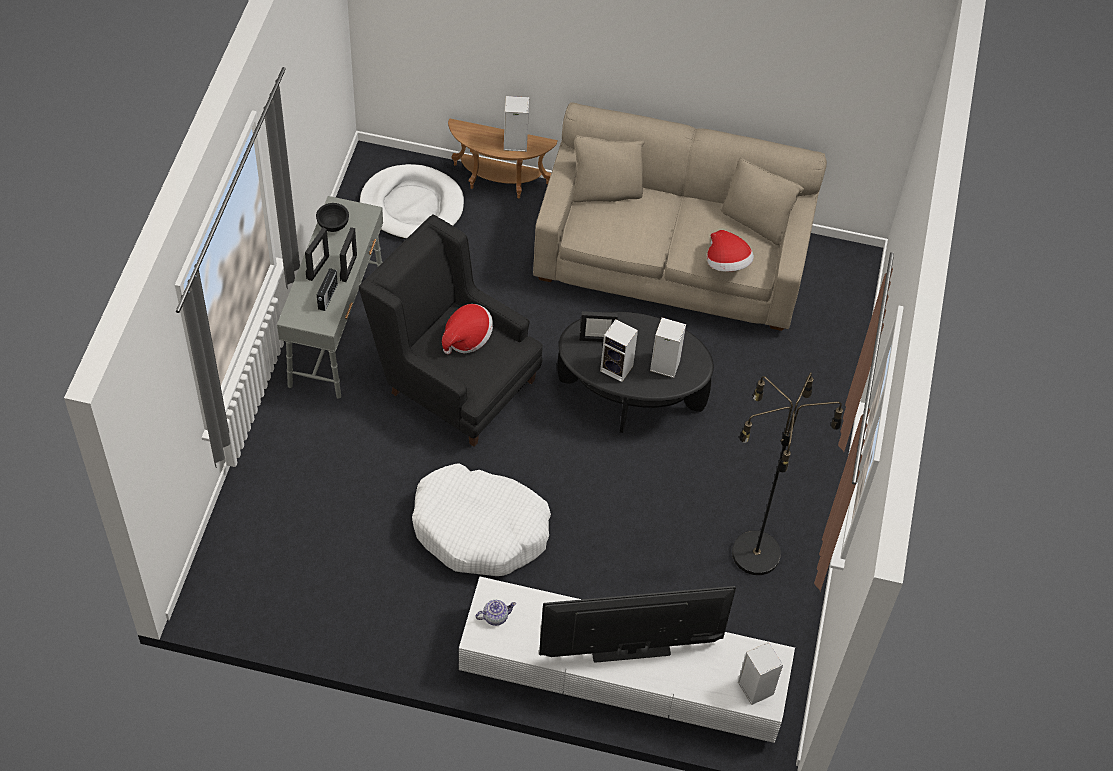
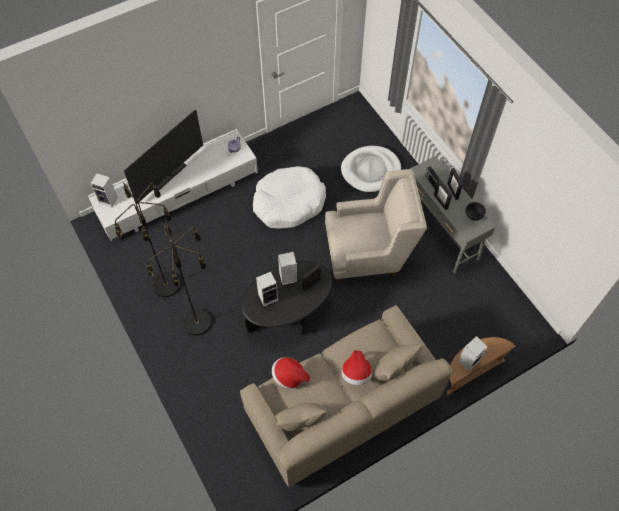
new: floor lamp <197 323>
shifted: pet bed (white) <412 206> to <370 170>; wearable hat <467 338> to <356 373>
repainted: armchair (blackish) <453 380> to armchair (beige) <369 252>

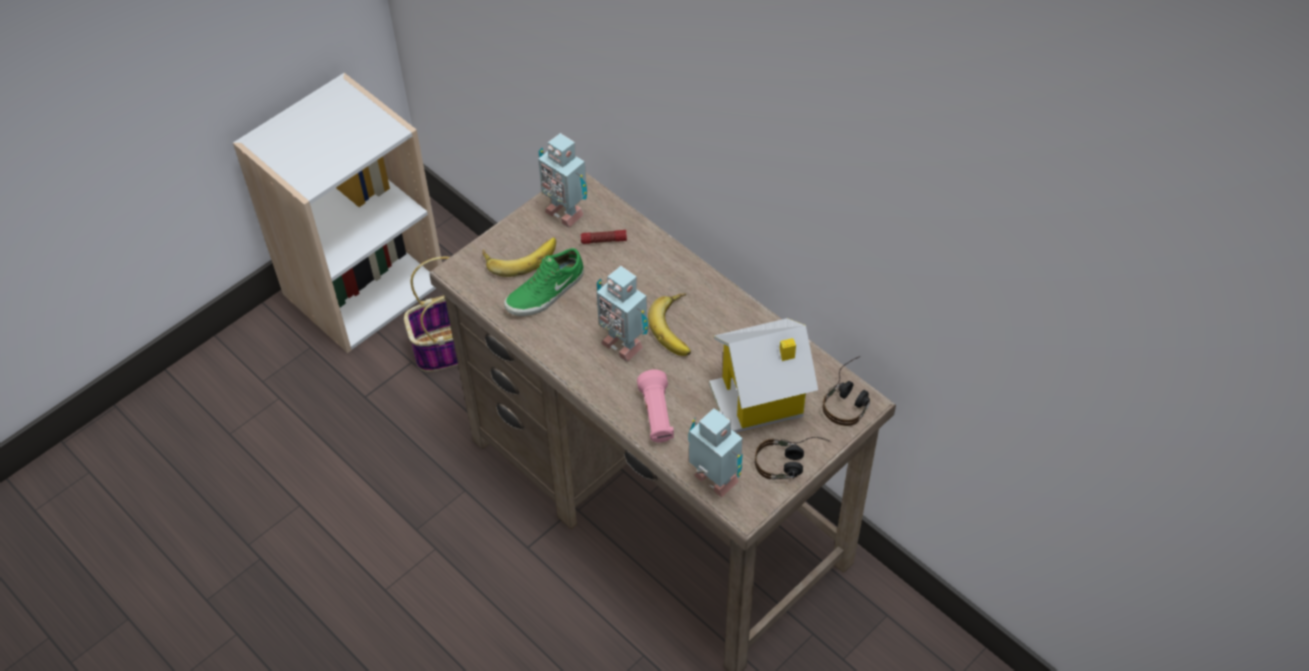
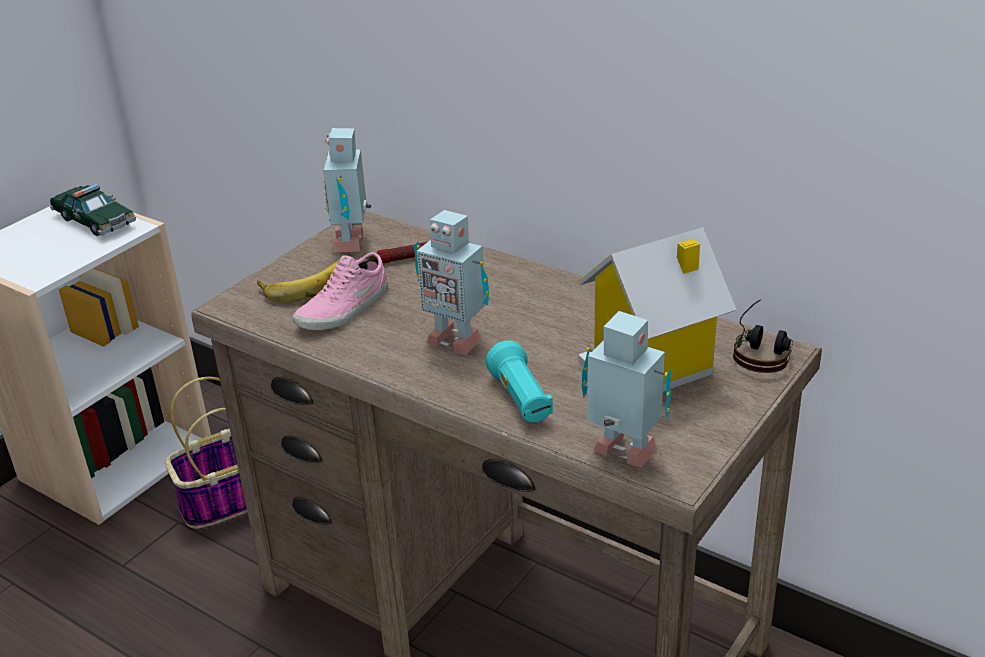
gone: banana fruit <677 328>; pair of headphones <792 462>
new: model car <94 221>
repainted: low shoe (green-coloured) <546 292> to low shoe (pink) <344 309>; flashlight (pink) <656 416> to flashlight (turquoise) <521 400>
rotated: model robot <565 211> = <353 242> 60 degrees clockwise

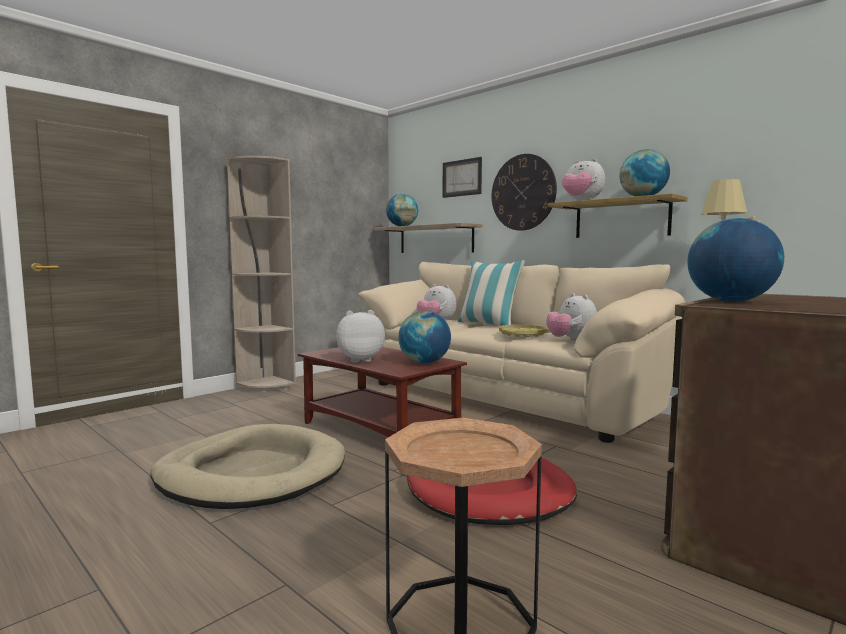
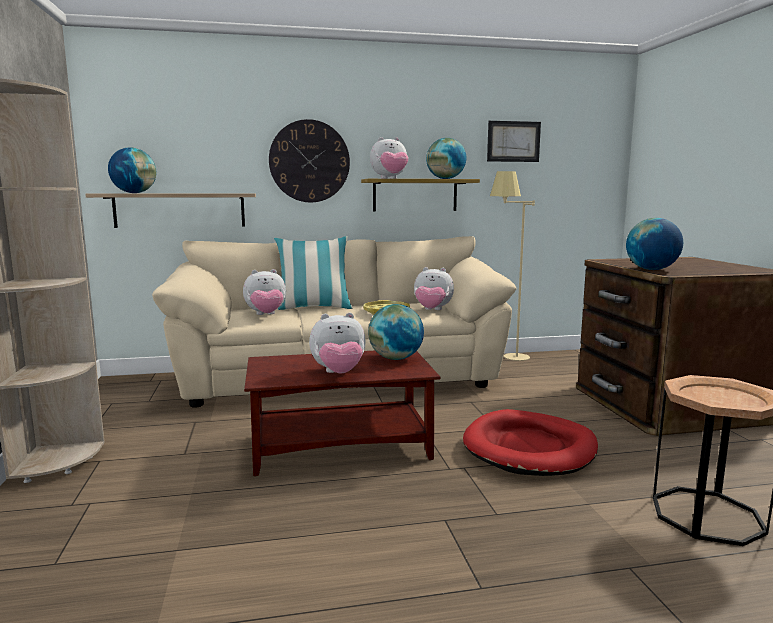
gone: pet bed (beige) <252 473>
shifted: wall picture <462 178> to <513 141>
rotated: soft toy <359 360> = <339 373> 120 degrees counterclockwise

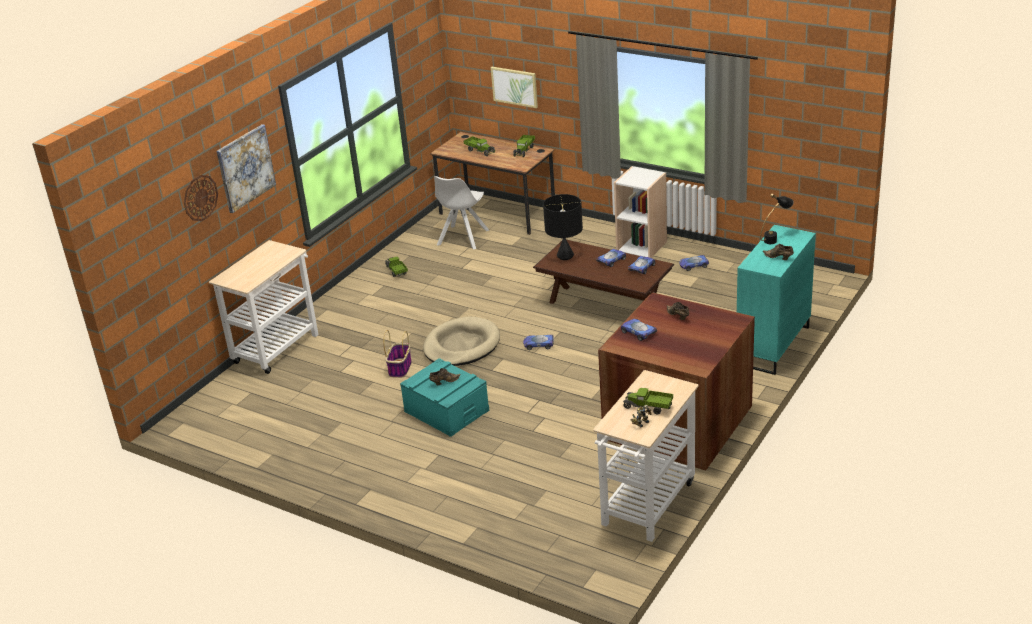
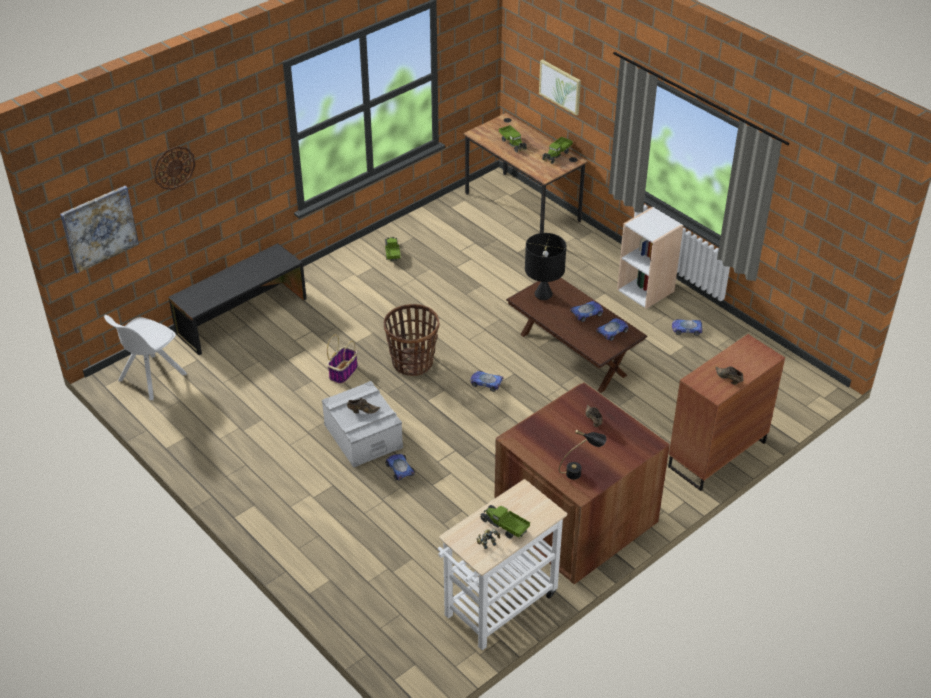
shifted: wall picture <245 168> to <99 228>; plain chair (white) <462 238> to <151 378>; model car <638 332> to <400 469>; lamp for a table (blackish) <775 239> to <580 472>
swapped: wheeled cart (white) <277 349> to long seat (blackish) <242 315>; pet bed (beige) <461 345> to household basket <412 362>
repainted: storage box (turquoise) <446 411> to storage box (grey) <363 436>; chest of drawers (turquoise) <774 346> to chest of drawers (brown-coloured) <717 455>

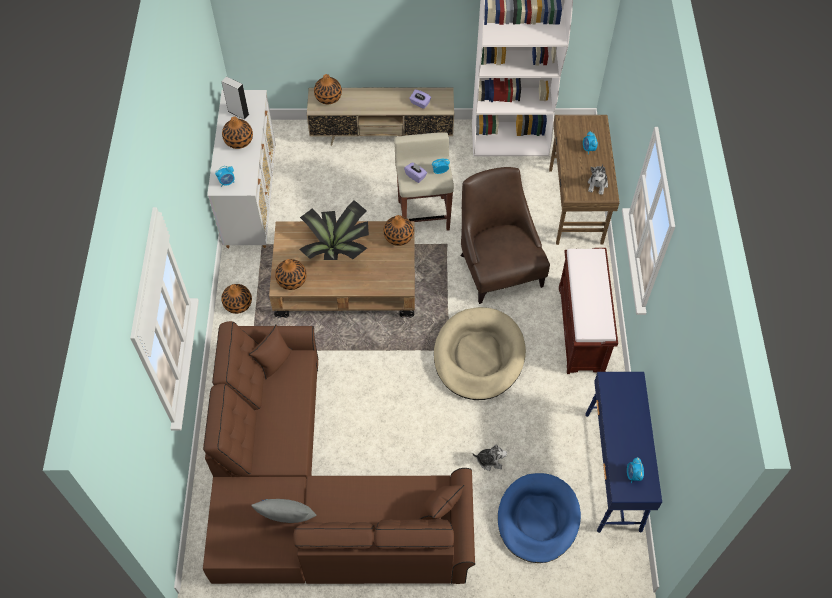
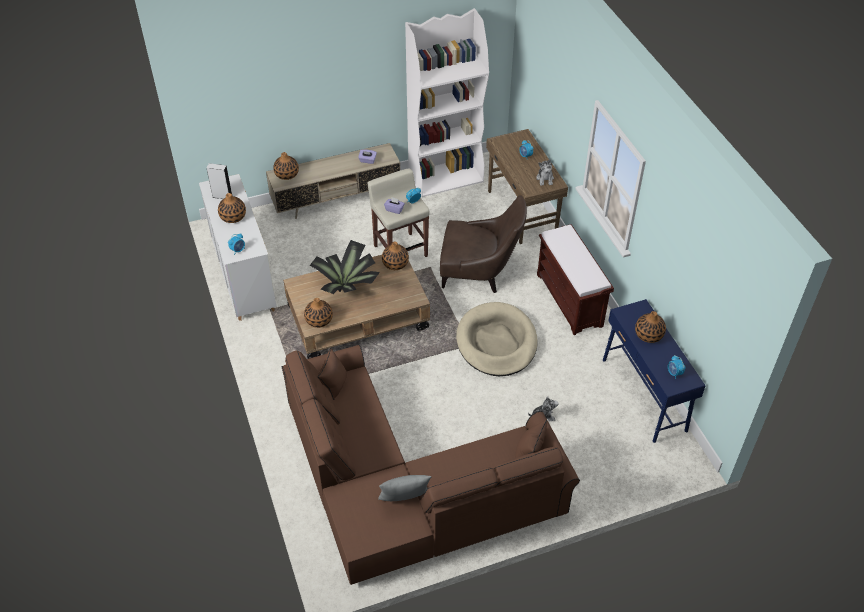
gone: pet bed (blue-coloured) <538 519>
shifted: decorative vase <238 304> to <649 334>
rotated: armchair (brown-coloured) <498 263> = <479 270> 135 degrees clockwise

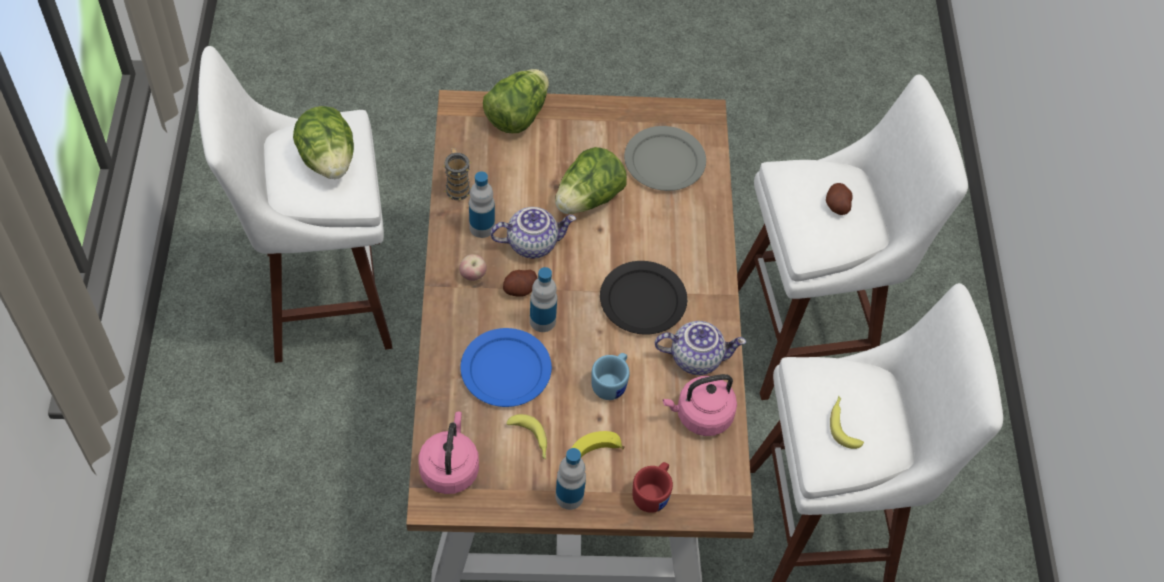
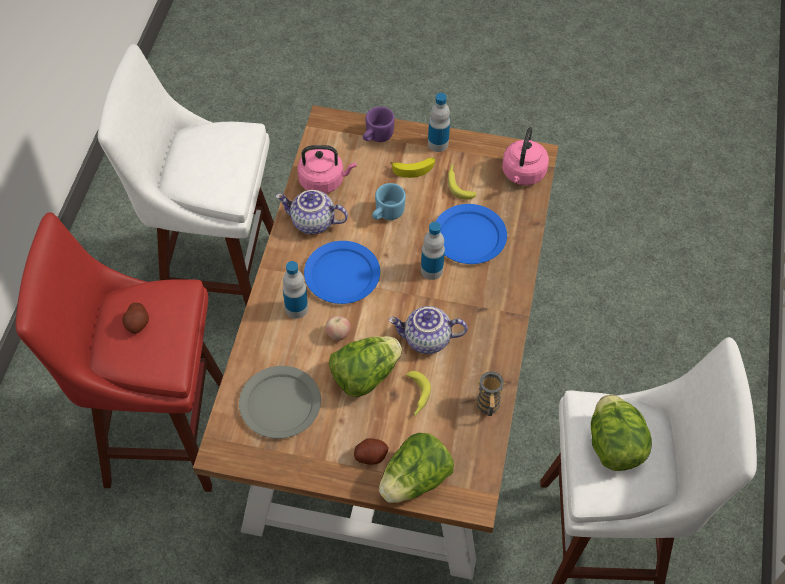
shifted: apple fruit <473 275> to <338 334>; bottle <482 227> to <296 308>; spud <520 289> to <371 456>; banana fruit <843 424> to <416 396>
repainted: dinner plate (blackish) <643 300> to dinner plate (blue-coloured) <341 275>; mug (red-coloured) <653 493> to mug (purple-coloured) <376 137>; sitting stool (white) <808 335> to sitting stool (red-coloured) <159 431>

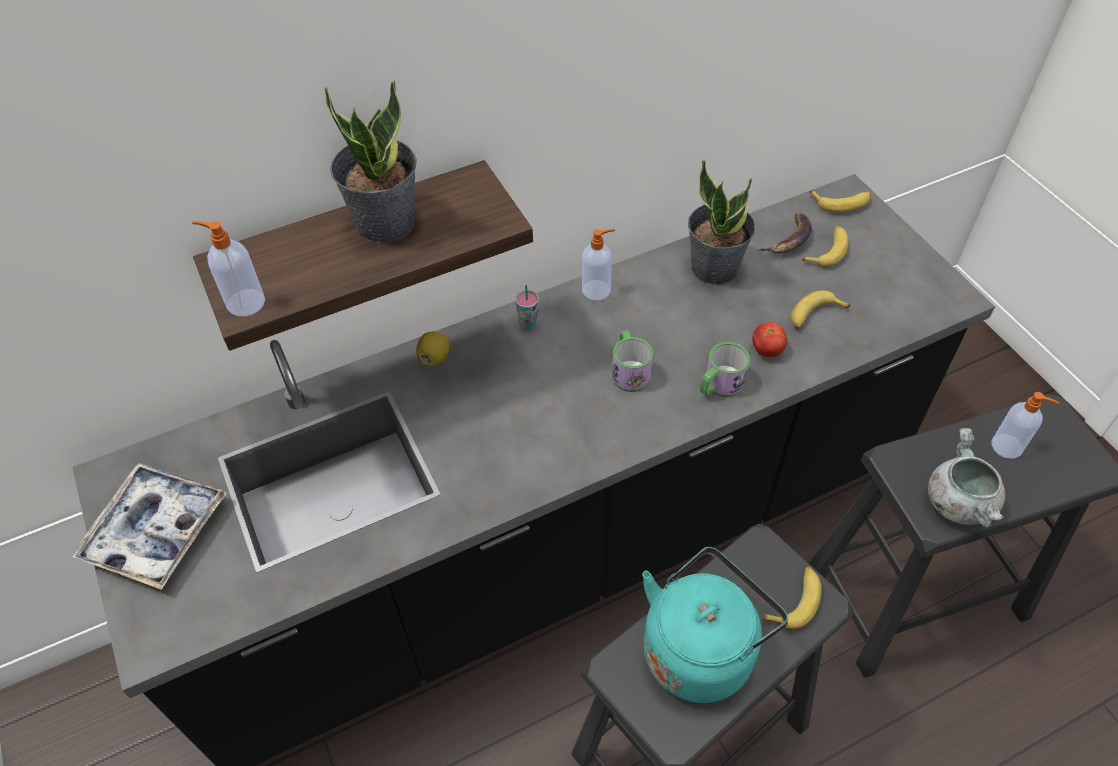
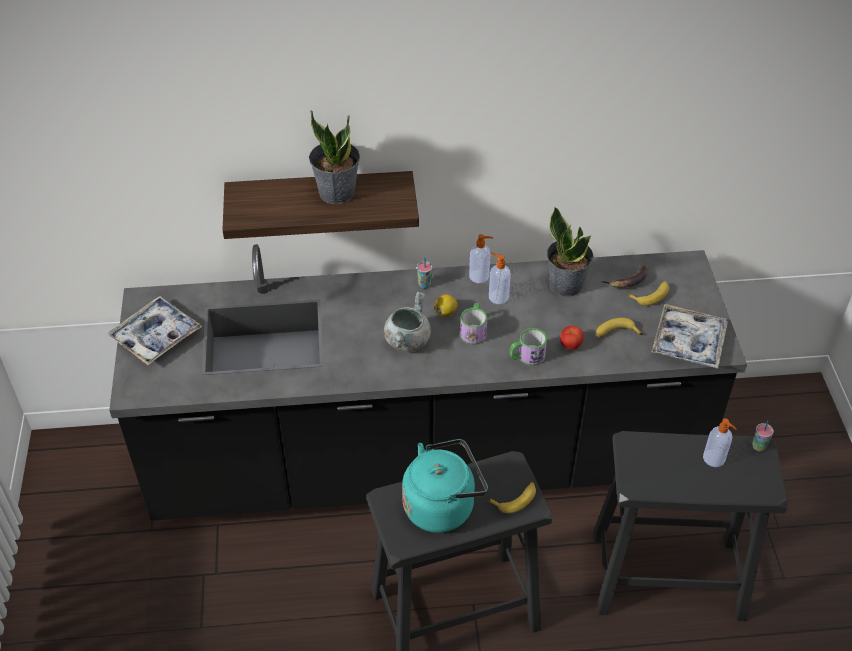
gone: banana fruit <841 203>
new: carrying tray <688 342>; drinking cup <758 446>
shifted: liquid soap bottle <244 303> to <497 297>; lemon <434 357> to <445 312>; saucepot (grey) <958 502> to <407 340>

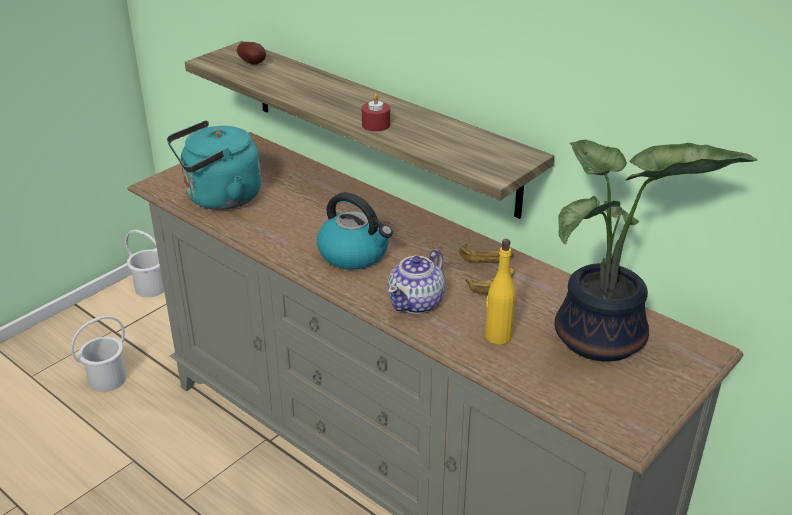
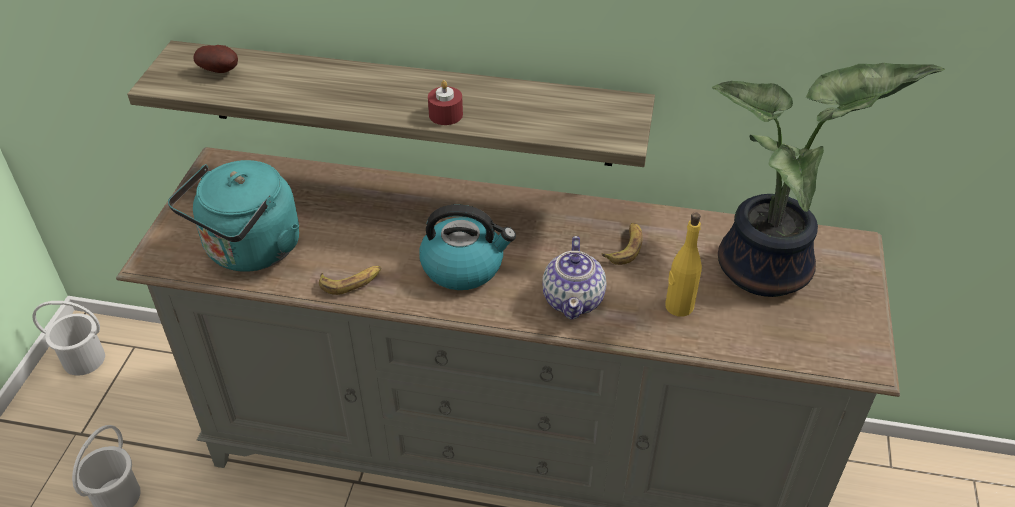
shifted: banana fruit <486 258> to <351 282>

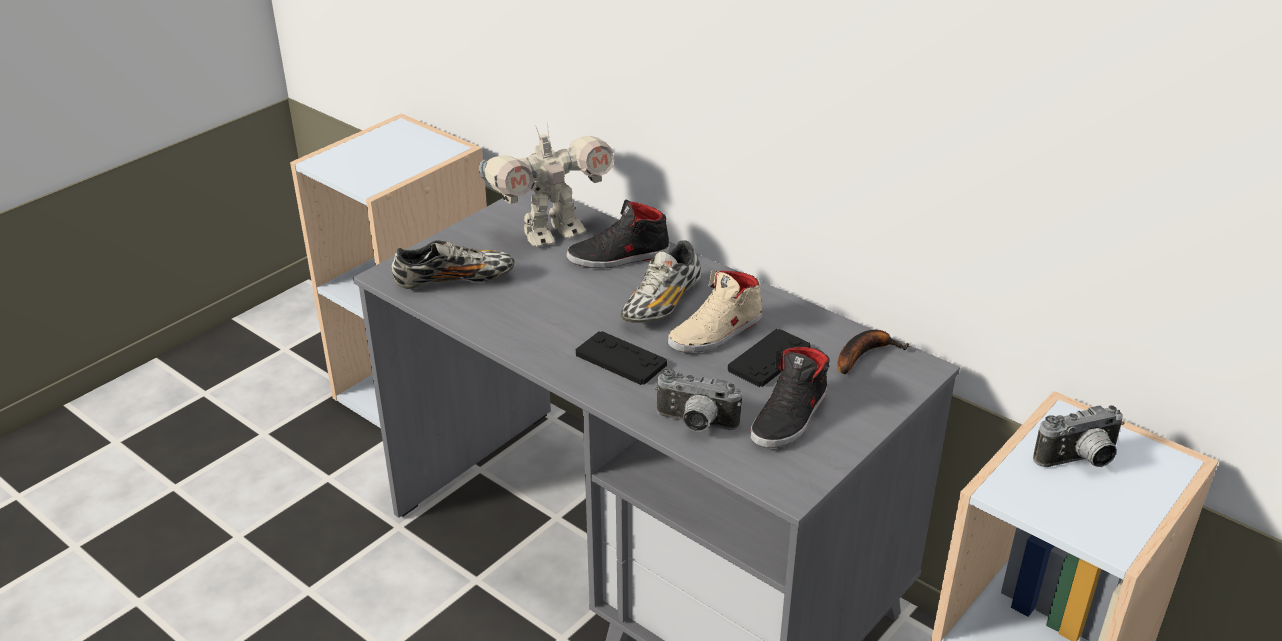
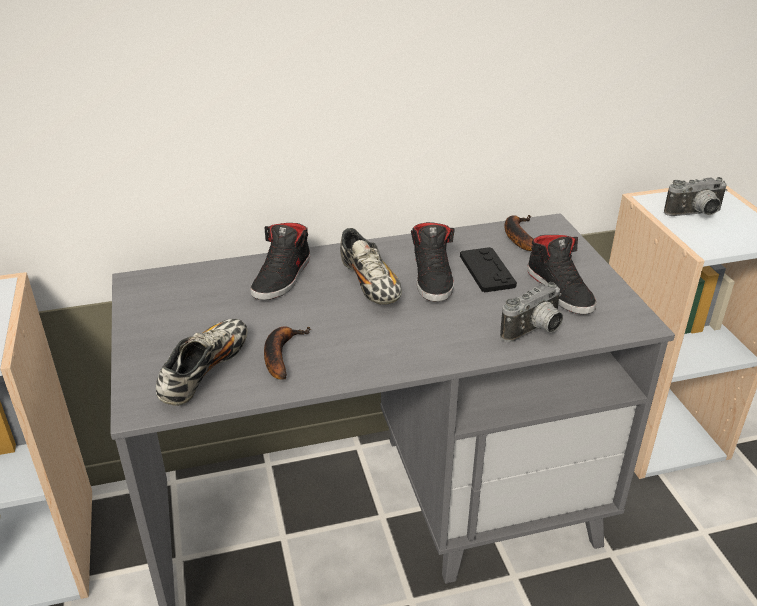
gone: model robot <551 233>; gamepad (blackish) <621 359>
new: banana fruit <280 354>
repainted: low shoe (beige) <716 332> to low shoe (blackish) <432 277>
rotated: photo camera <1080 461> = <695 215> 60 degrees clockwise

